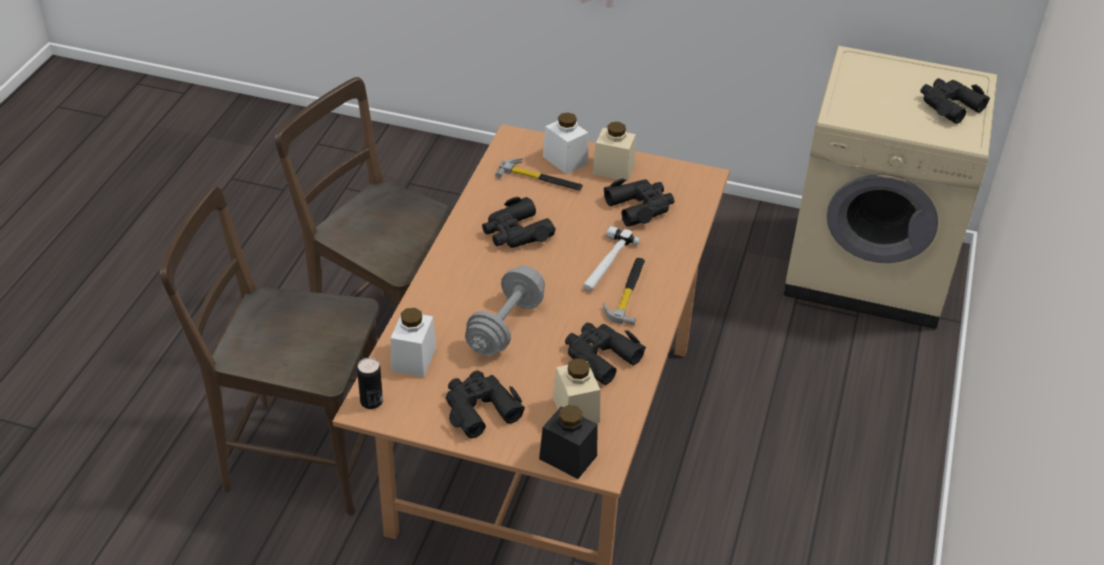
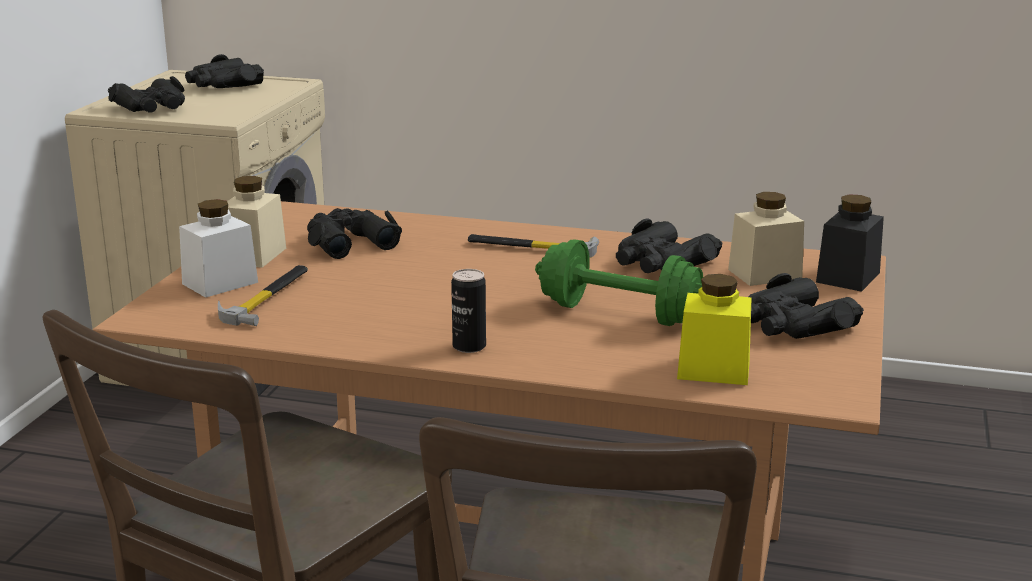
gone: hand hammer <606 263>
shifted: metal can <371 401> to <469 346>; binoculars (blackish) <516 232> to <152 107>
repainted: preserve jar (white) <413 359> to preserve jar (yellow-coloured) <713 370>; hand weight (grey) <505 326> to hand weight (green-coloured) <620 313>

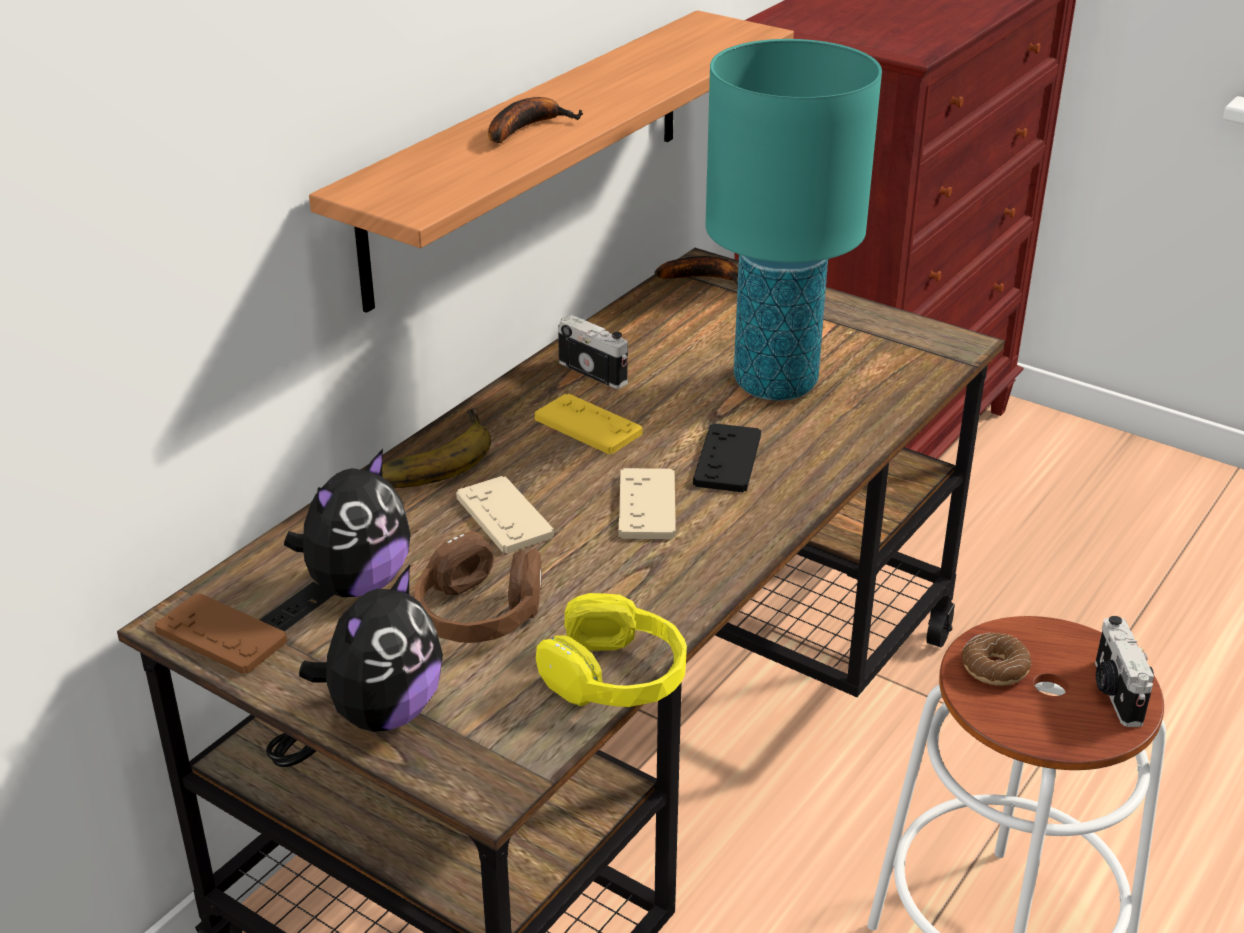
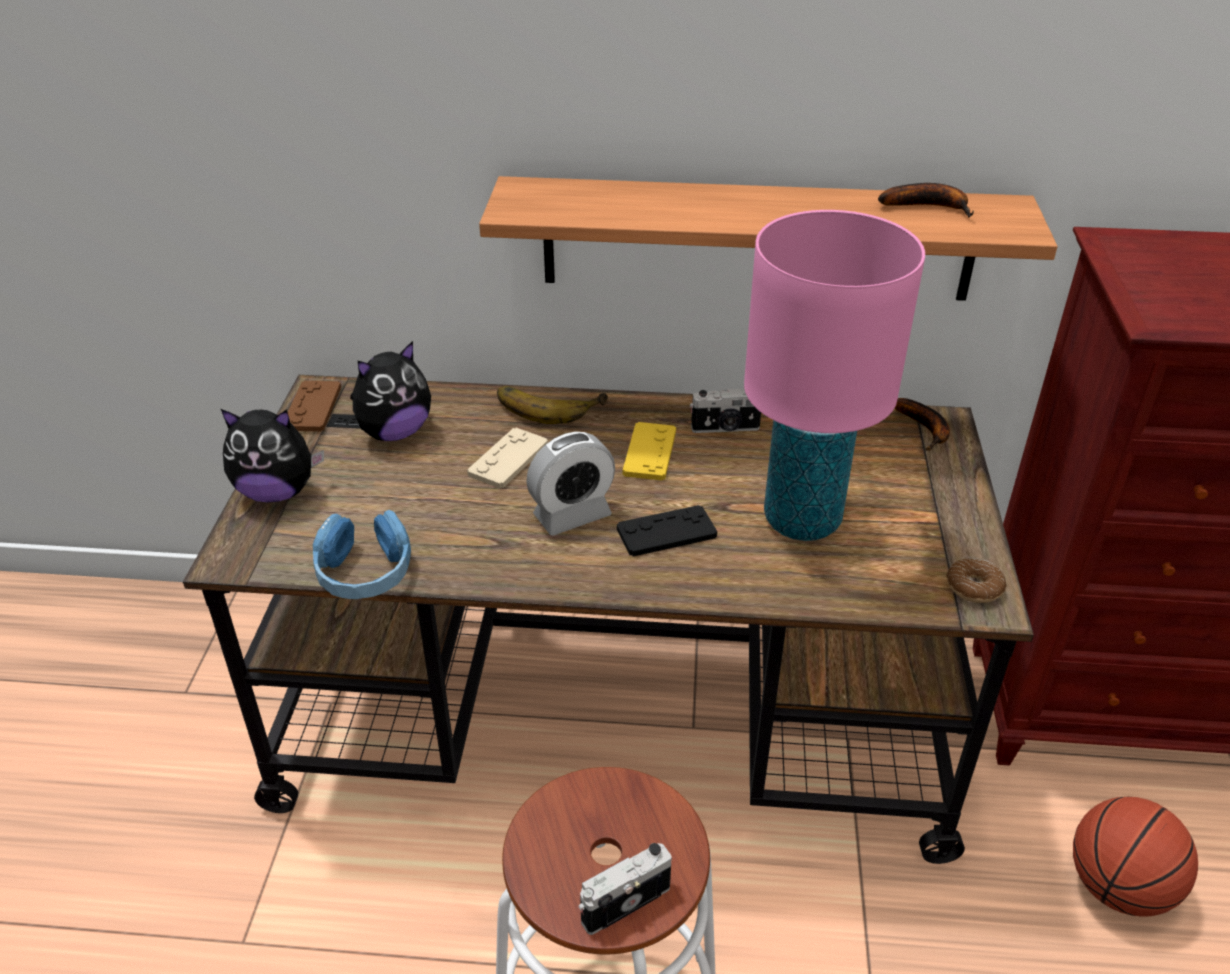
gone: pair of headphones (brown-coloured) <479 613>
new: basketball ball <1117 887>
shifted: banana fruit <526 128> to <929 206>; donut <995 668> to <974 587>
swapped: gamepad (beige) <647 506> to bedside clock <572 515>
repainted: pair of headphones (yellow-coloured) <615 677> to pair of headphones (blue-coloured) <365 572>; lamp for a table (turquoise) <774 383> to lamp for a table (pink) <801 519>
rotated: soft toy <357 583> = <394 432> 45 degrees counterclockwise; photo camera <594 371> = <725 428> 75 degrees clockwise

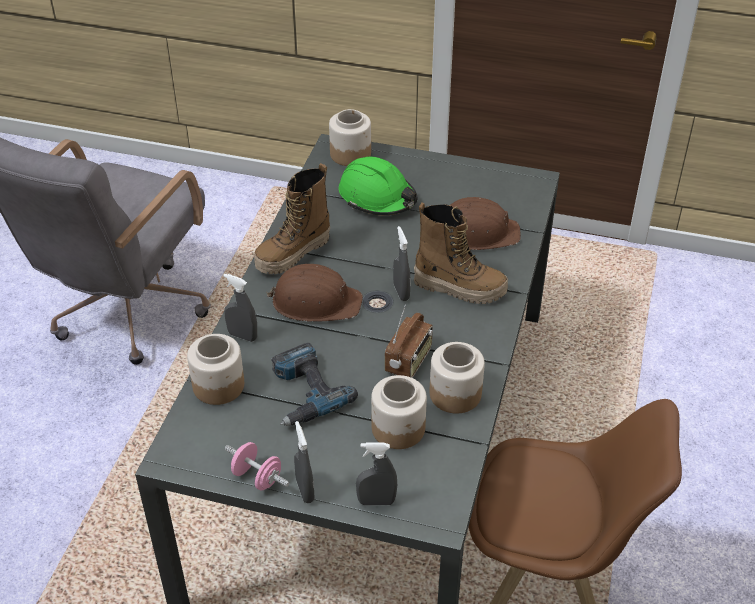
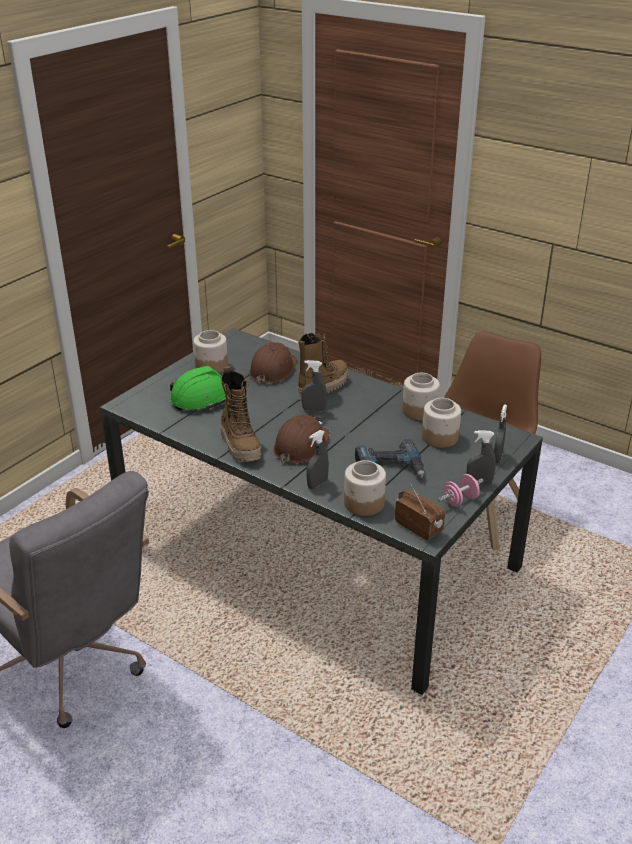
shifted: preserve jar <350 154> to <211 366>; radio <409 361> to <419 527>

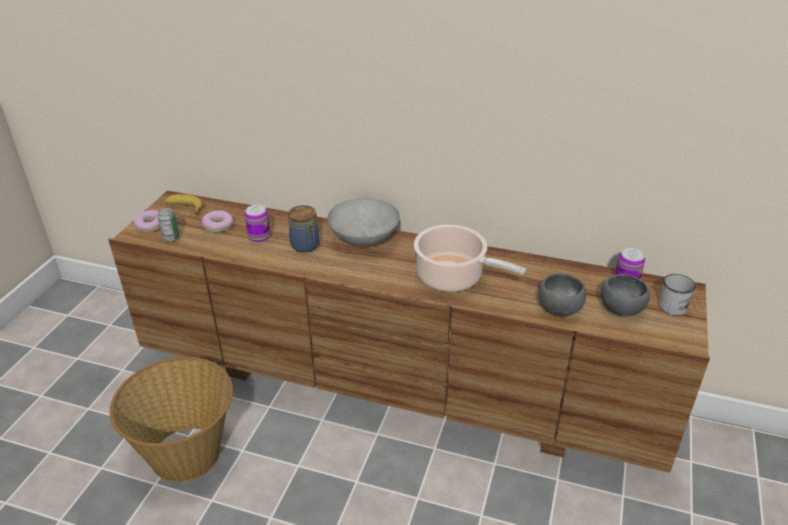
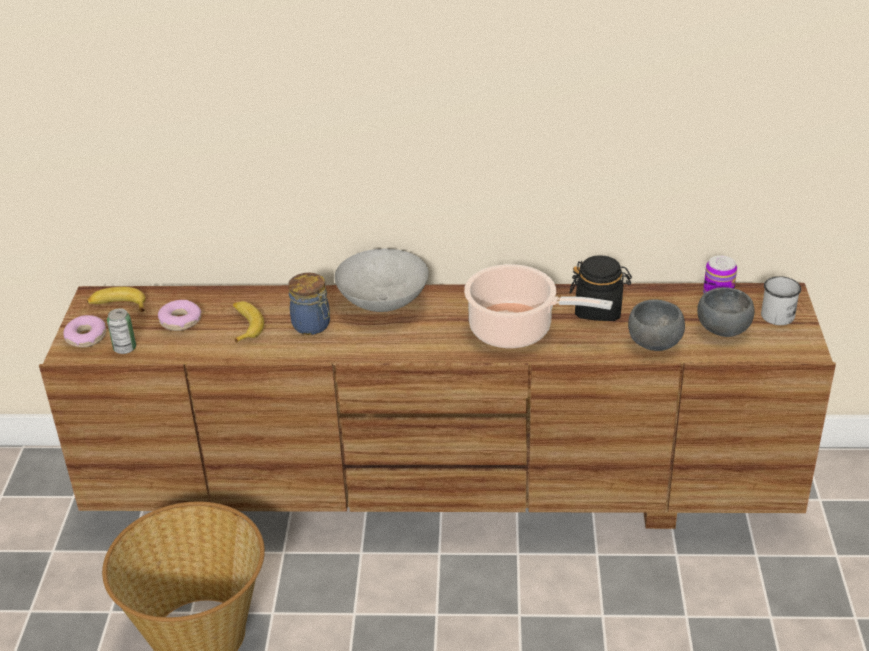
new: preserve jar (blackish) <598 310>
swapped: metal can <259 237> to banana fruit <244 325>

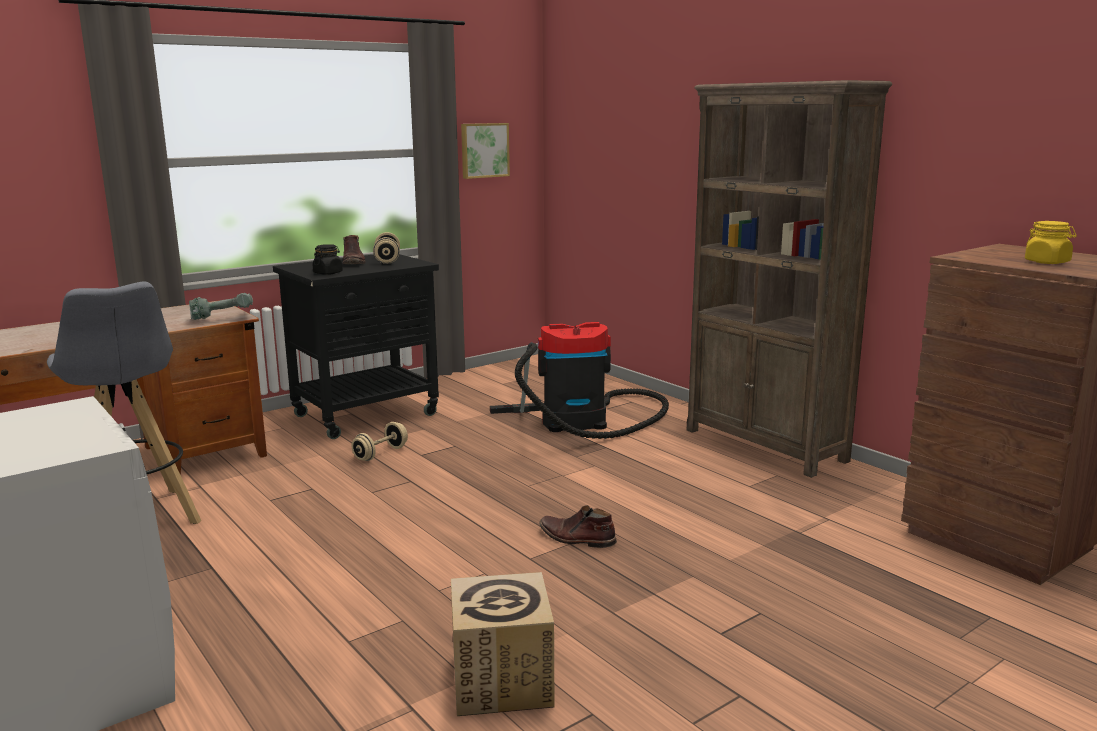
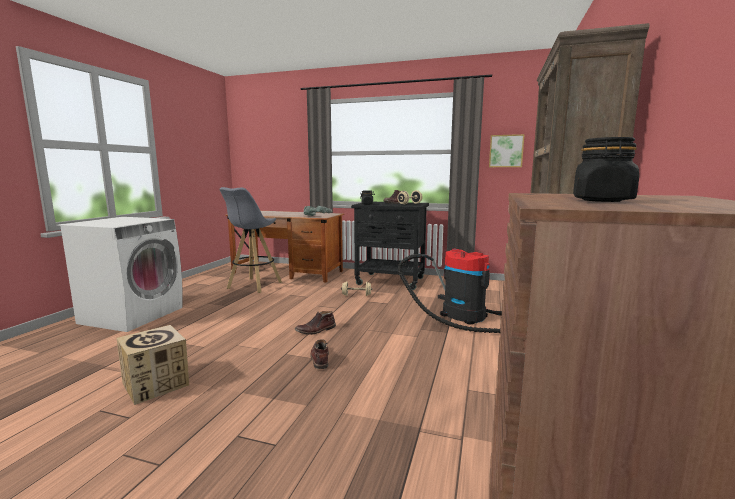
new: tall boot (brown-coloured) <316 330>
repainted: preserve jar (yellow-coloured) <1047 262> to preserve jar (blackish) <602 200>

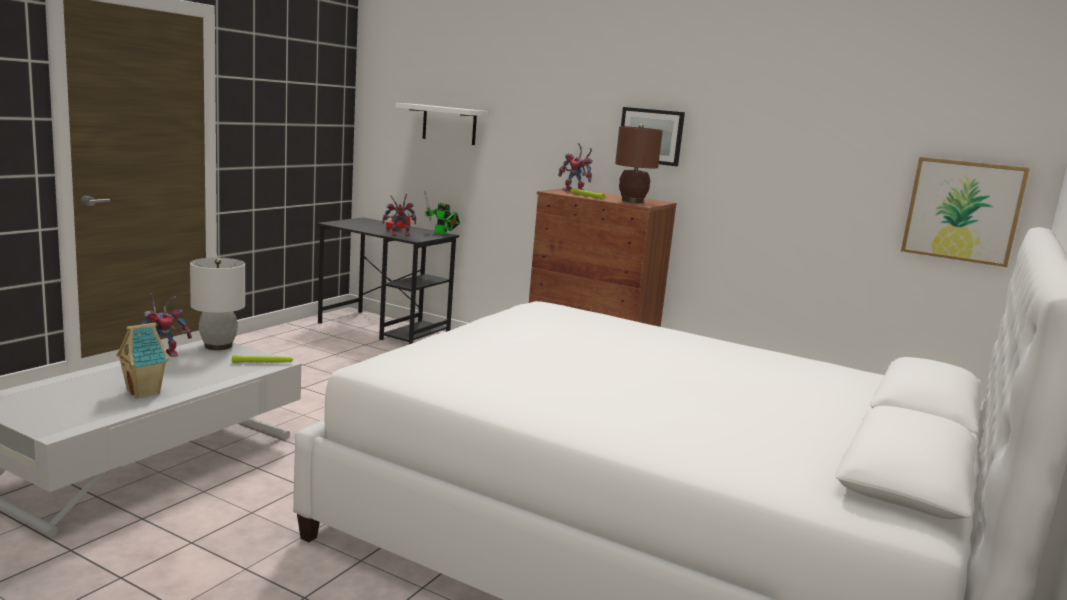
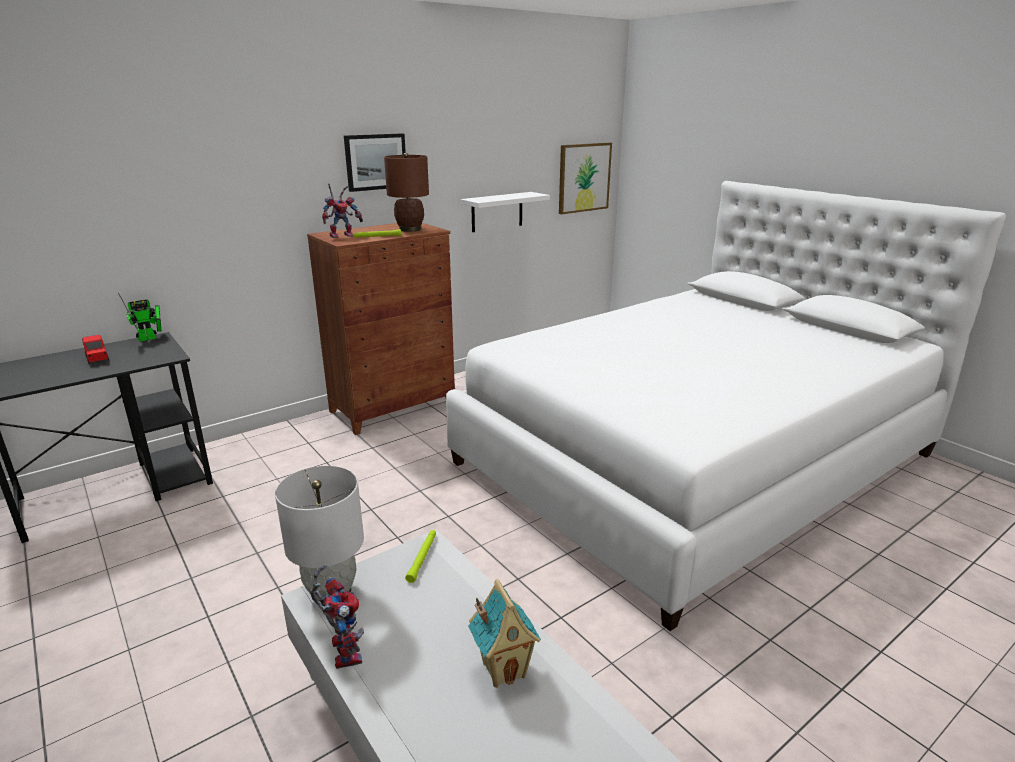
gone: model robot <398 235>
shifted: wall shelf (white) <449 124> to <497 212>

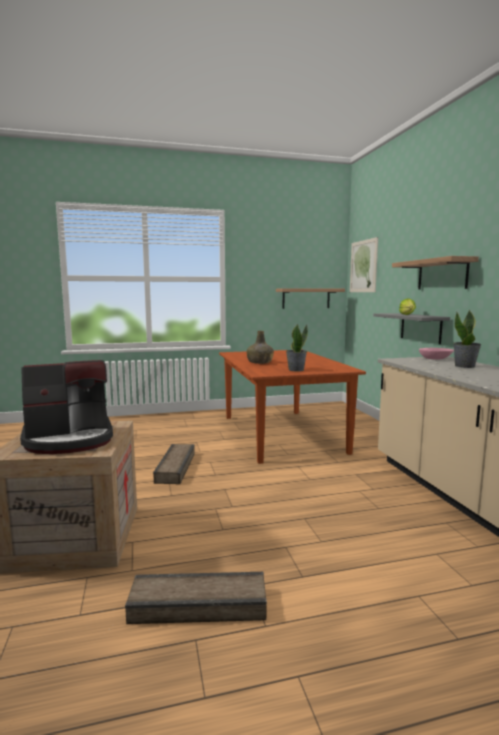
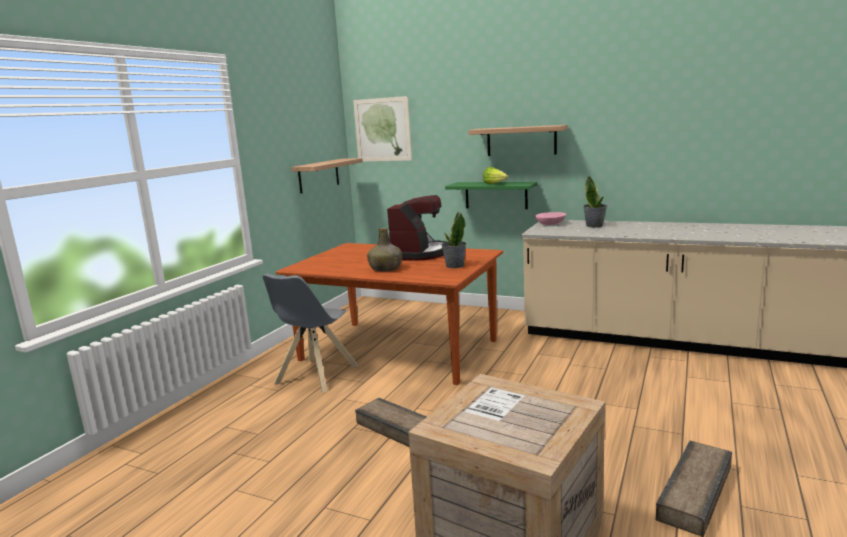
new: plain chair (grey) <315 376>
shifted: coffee machine <70 439> to <419 254>
repainted: wall shelf (grey) <420 327> to wall shelf (green-coloured) <496 195>

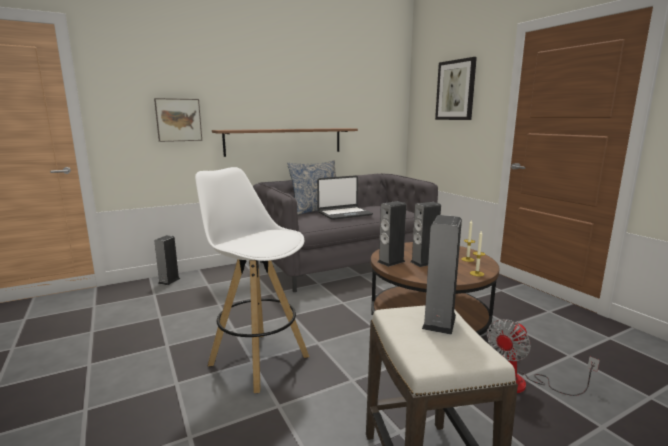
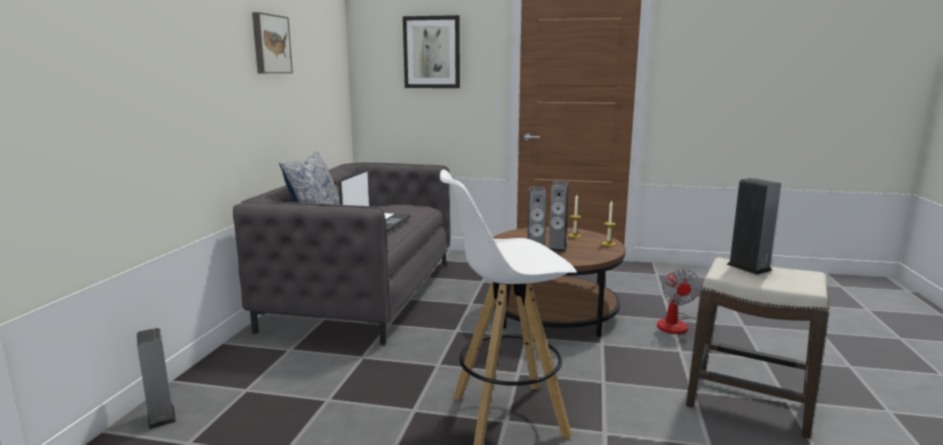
gone: wall shelf <284 141>
shifted: wall picture <178 120> to <270 44>

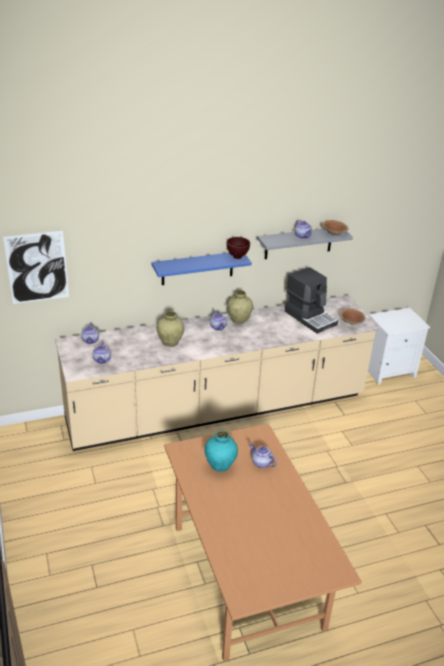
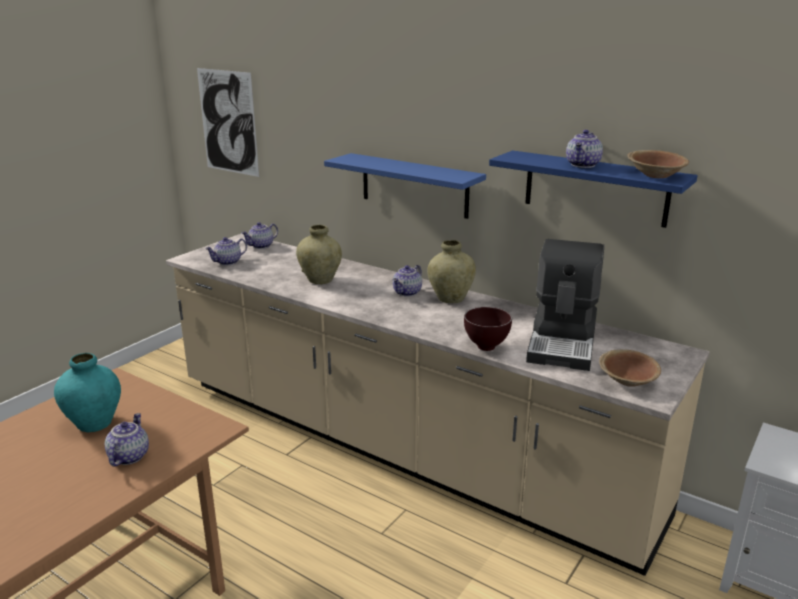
shifted: bowl (brown-coloured) <238 257> to <486 348>
repainted: wall shelf (grey) <298 243> to wall shelf (blue-coloured) <595 188>

